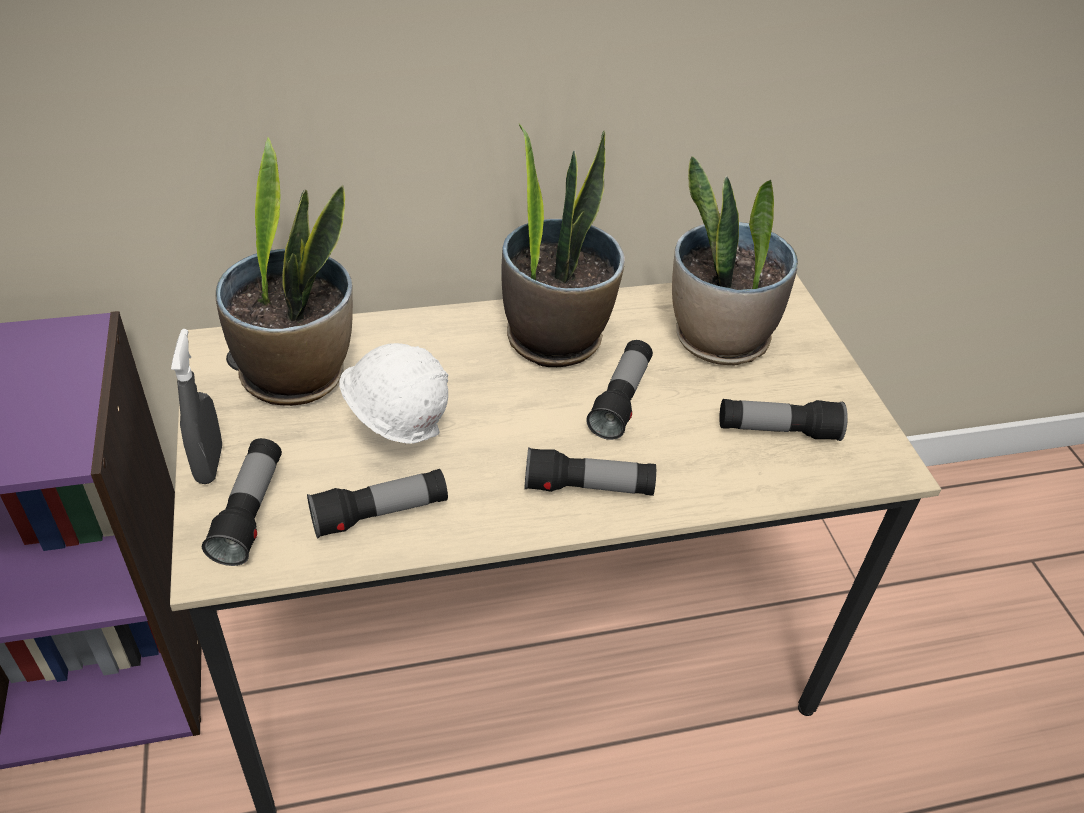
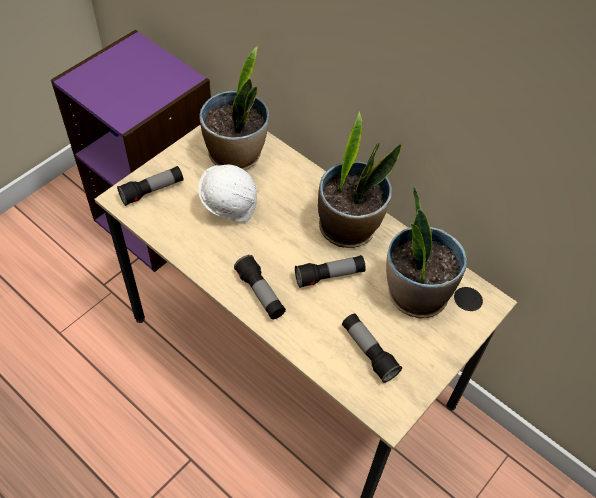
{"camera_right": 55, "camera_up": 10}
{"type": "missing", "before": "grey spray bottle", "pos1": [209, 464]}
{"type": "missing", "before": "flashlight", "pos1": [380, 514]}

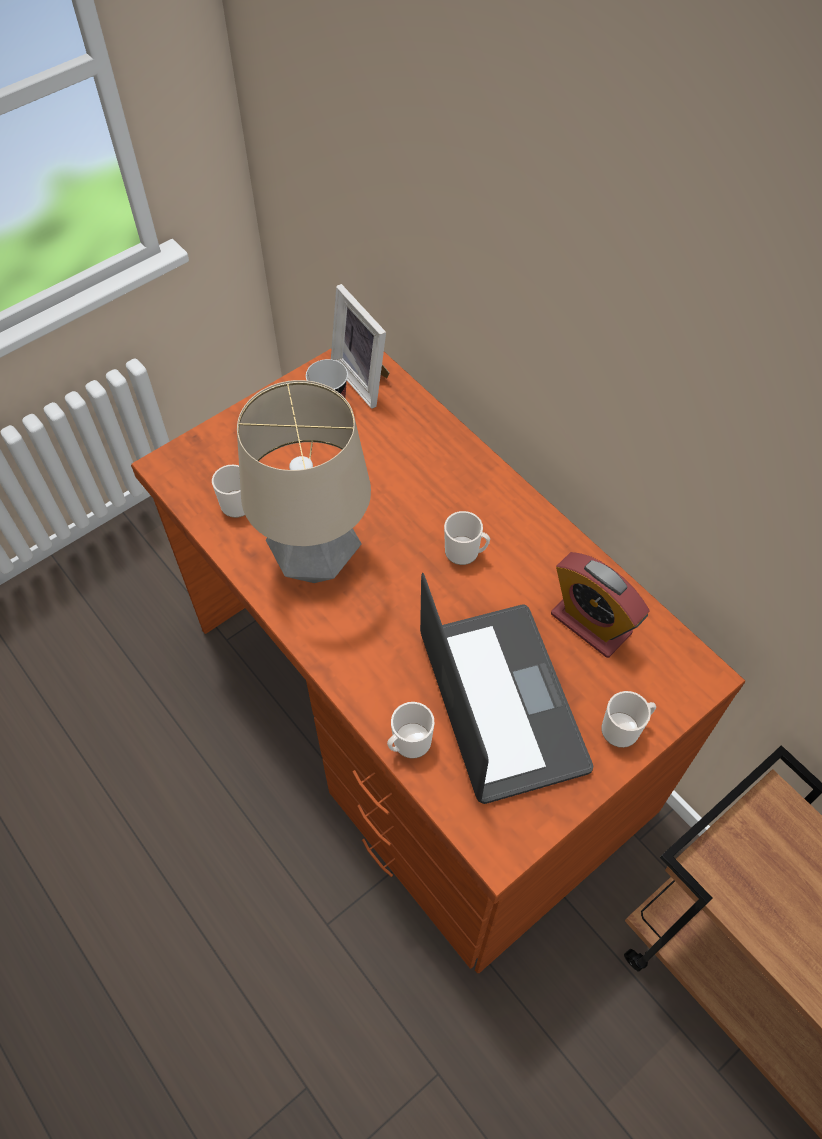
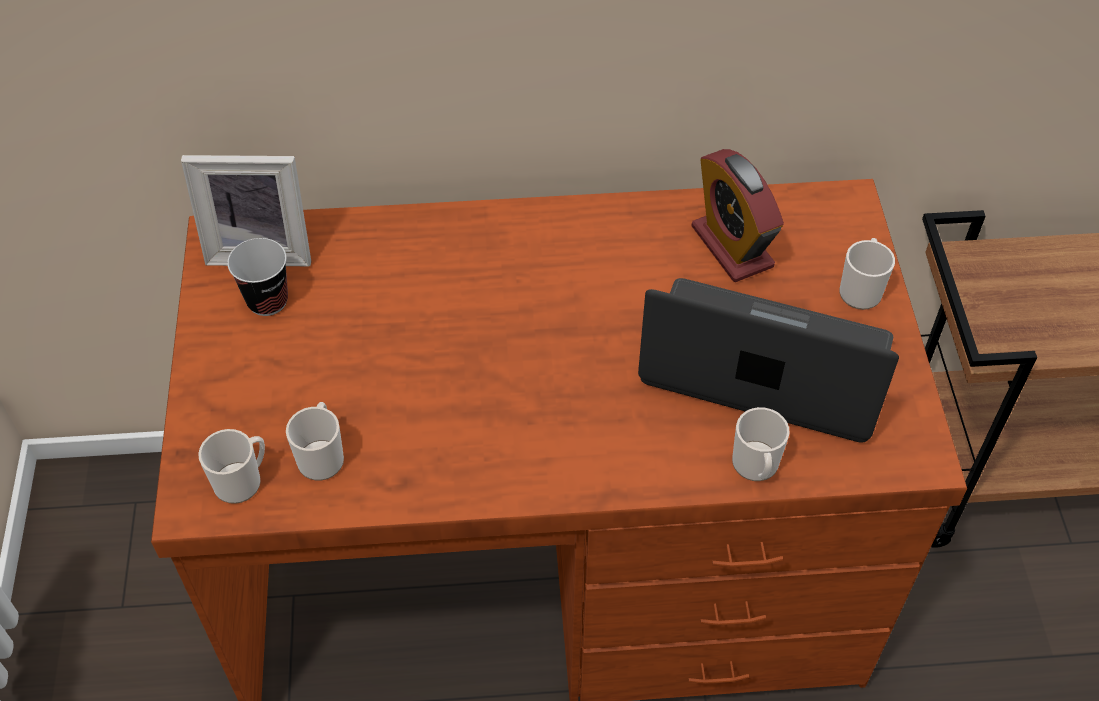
{"camera_right": -55, "camera_up": -5}
{"type": "relocated", "before": "mug", "pos1": [465, 552], "pos2": [242, 481]}
{"type": "spun", "before": "alarm clock", "pos1": [590, 623], "pos2": [732, 246], "turn": 75}
{"type": "missing", "before": "table lamp", "pos1": [316, 561]}

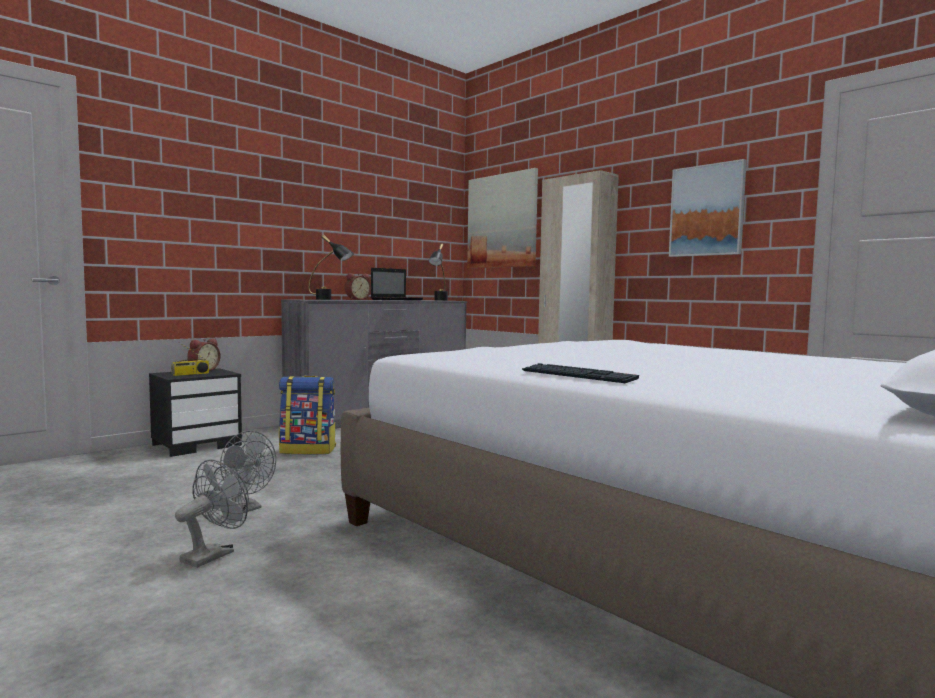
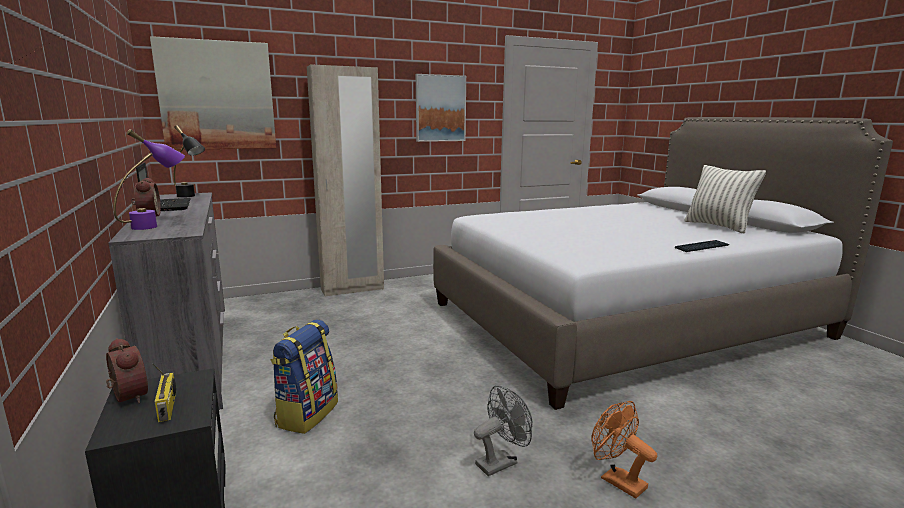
{"camera_right": -70, "camera_up": 10}
{"type": "colour", "before": "black table lamp", "after": "purple table lamp", "pos1": [330, 299], "pos2": [156, 225]}
{"type": "colour", "before": "grey fan", "after": "orange fan", "pos1": [213, 554], "pos2": [617, 480]}
{"type": "appeared", "after": "pillow", "pos2": [718, 226]}

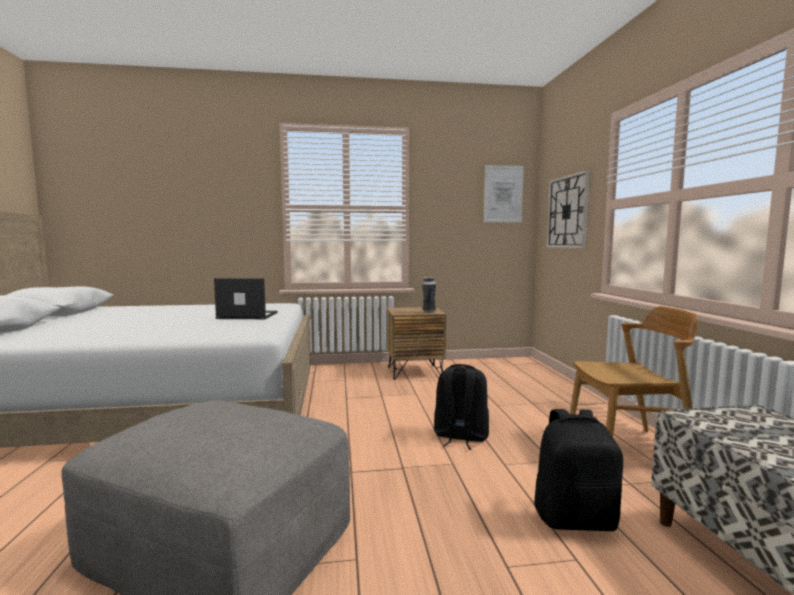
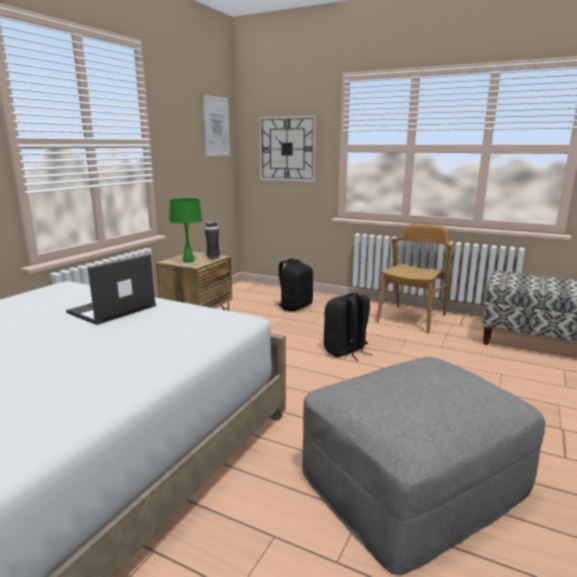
{"camera_right": -55, "camera_up": 10}
{"type": "appeared", "after": "green table lamp", "pos2": [188, 261]}
{"type": "relocated", "before": "black backpack", "pos1": [575, 518], "pos2": [295, 307]}

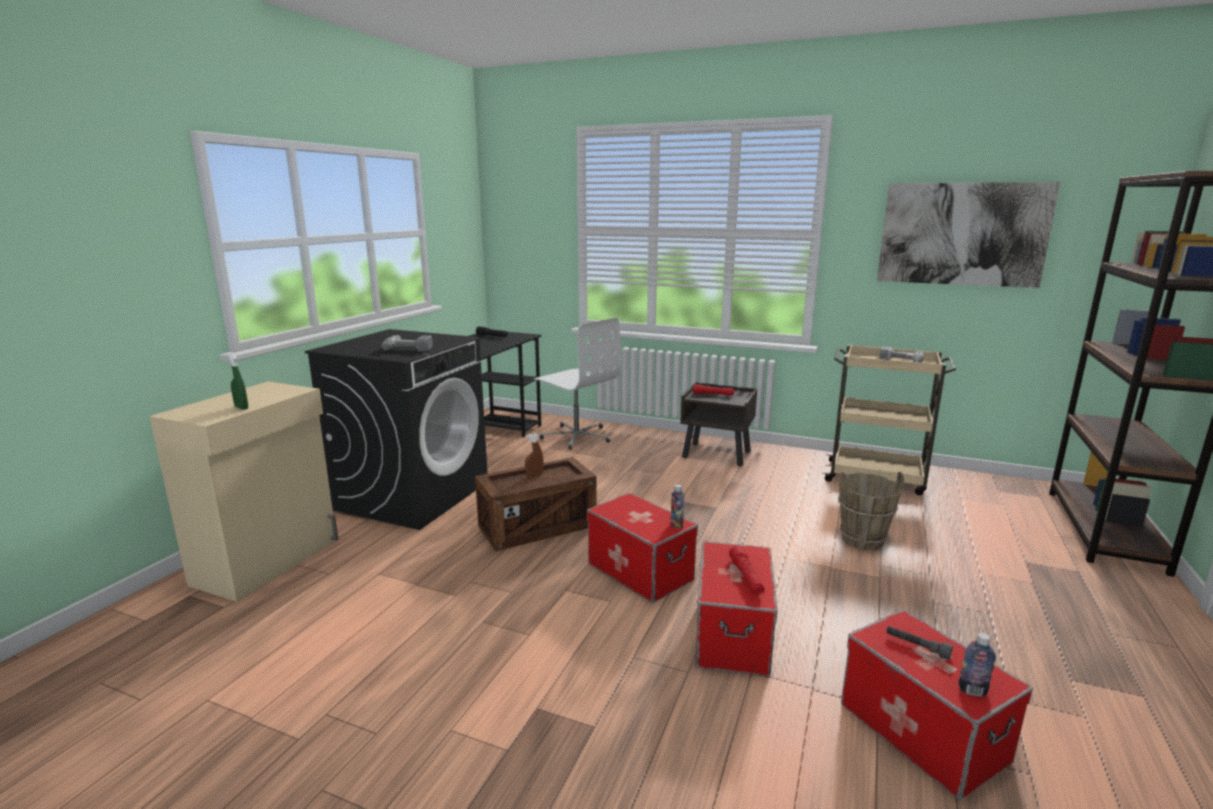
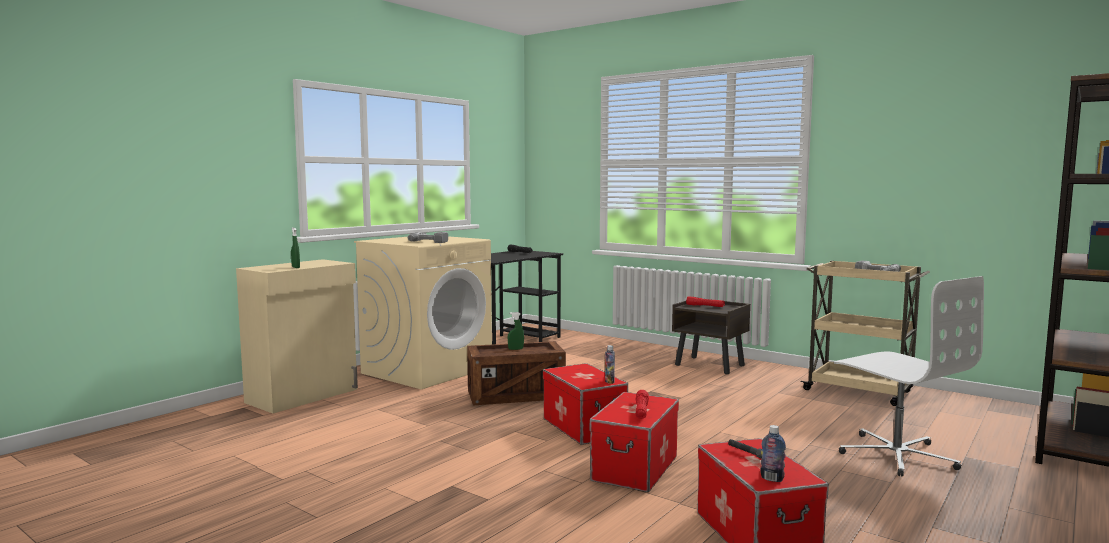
{"camera_right": 15, "camera_up": -10}
{"type": "colour", "before": "black washing machine", "after": "beige washing machine", "pos1": [412, 495], "pos2": [427, 370]}
{"type": "colour", "before": "brown spray bottle", "after": "green spray bottle", "pos1": [534, 475], "pos2": [515, 349]}
{"type": "relocated", "before": "white office chair", "pos1": [576, 436], "pos2": [896, 455]}
{"type": "missing", "before": "brown bucket", "pos1": [862, 539]}
{"type": "missing", "before": "picture", "pos1": [962, 234]}

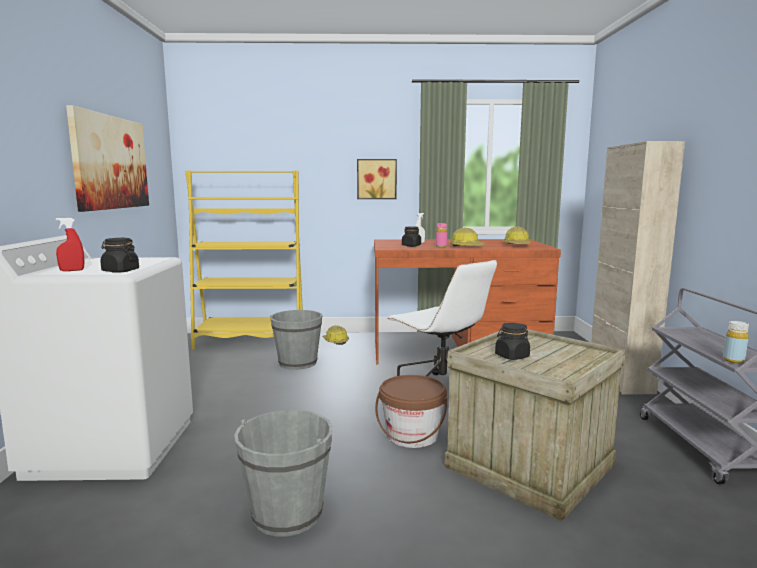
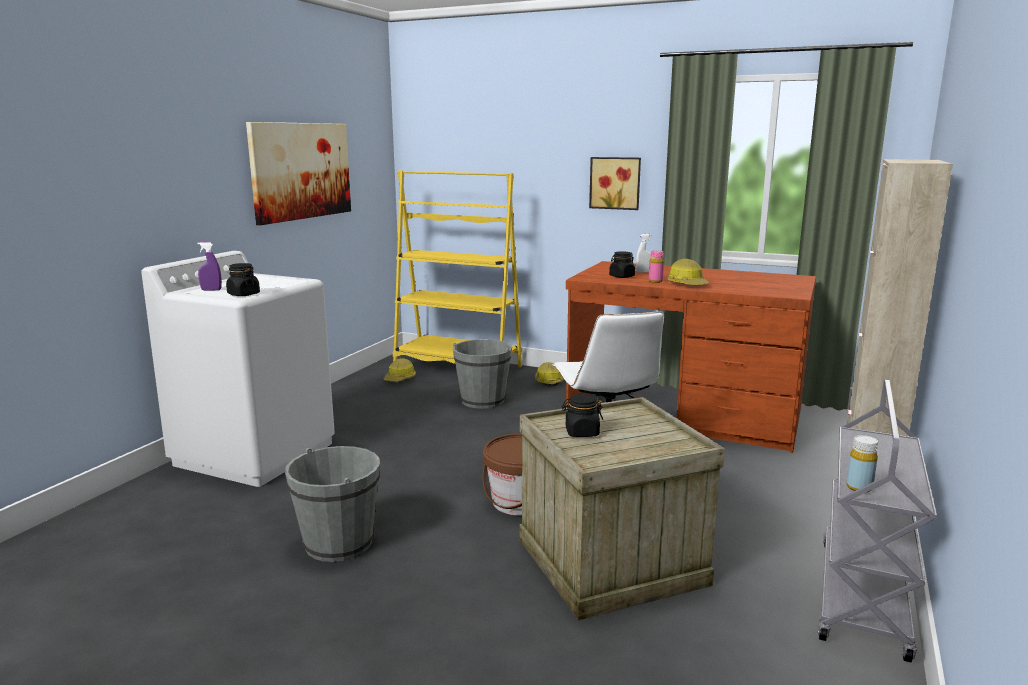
{"camera_right": 25, "camera_up": 5}
{"type": "colour", "before": "red spray bottle", "after": "purple spray bottle", "pos1": [72, 270], "pos2": [211, 290]}
{"type": "relocated", "before": "hard hat", "pos1": [517, 245], "pos2": [400, 379]}

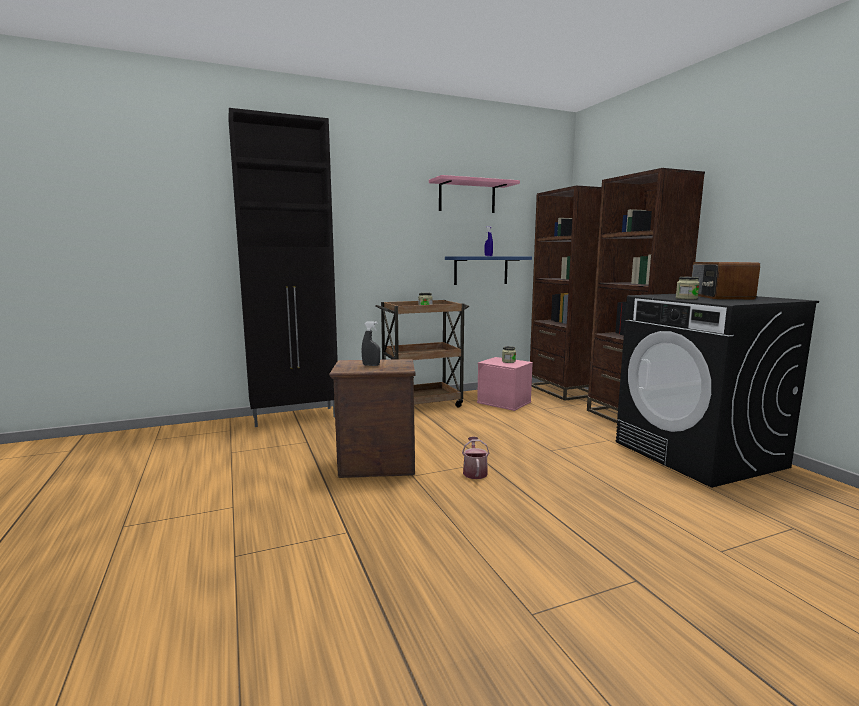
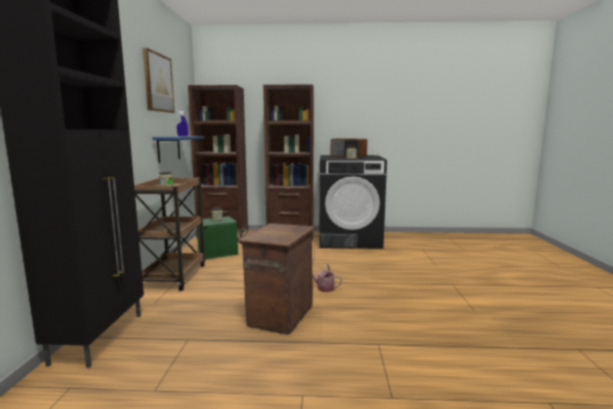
{"camera_right": -65, "camera_up": 0}
{"type": "exchanged", "before": "pink shelf", "after": "picture", "pos1": [467, 197], "pos2": [157, 83]}
{"type": "colour", "before": "pink storage box", "after": "green storage box", "pos1": [504, 402], "pos2": [218, 252]}
{"type": "missing", "before": "grey spray bottle", "pos1": [371, 365]}

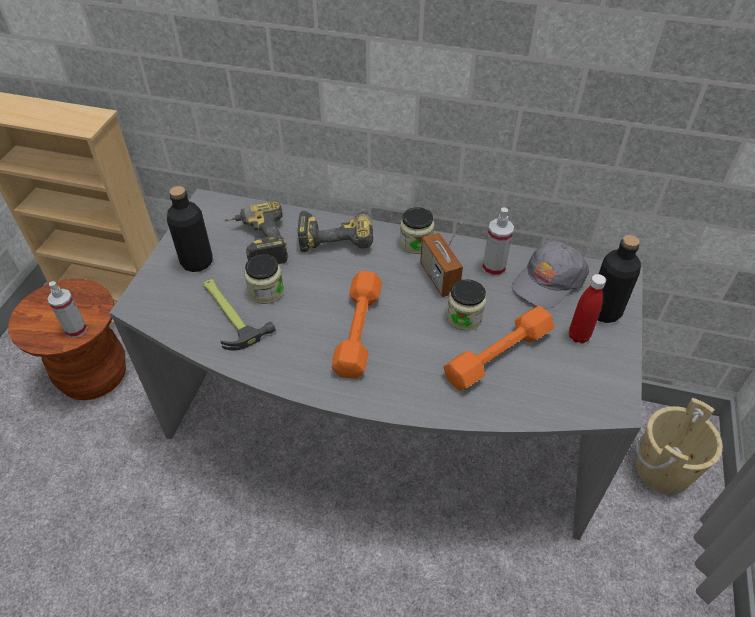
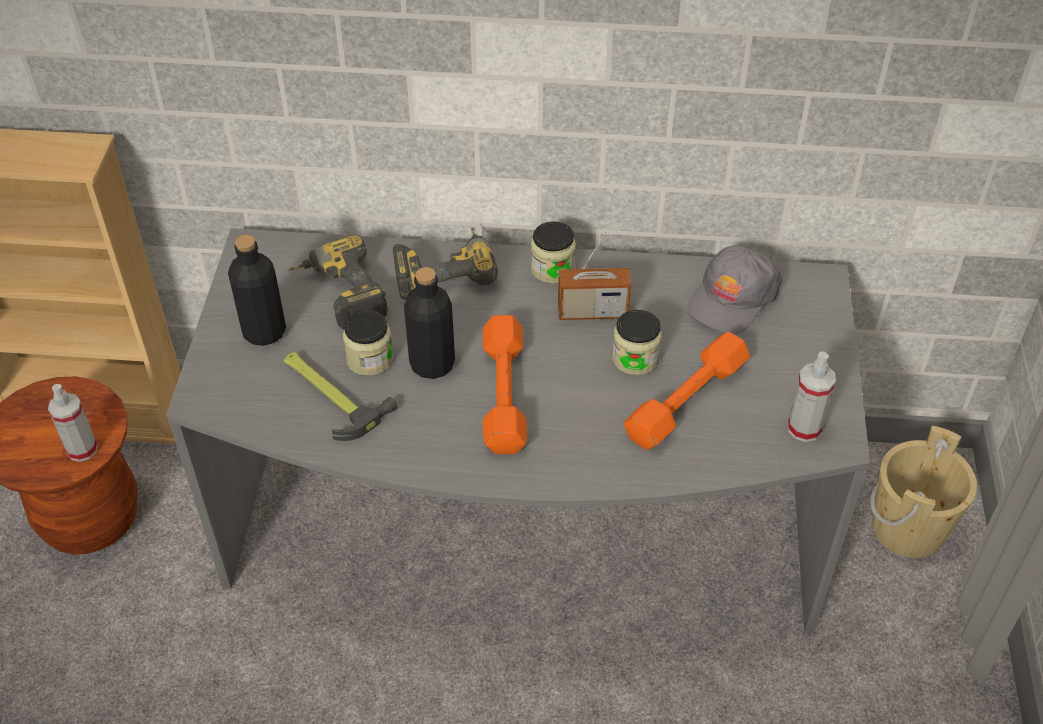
{"camera_right": -10, "camera_up": 0}
{"type": "relocated", "before": "black bottle", "pos1": [604, 311], "pos2": [432, 364]}
{"type": "spun", "before": "radio", "pos1": [439, 278], "pos2": [592, 312], "turn": -60}
{"type": "relocated", "before": "spray bottle", "pos1": [493, 268], "pos2": [804, 428]}
{"type": "missing", "before": "red bottle", "pos1": [578, 336]}

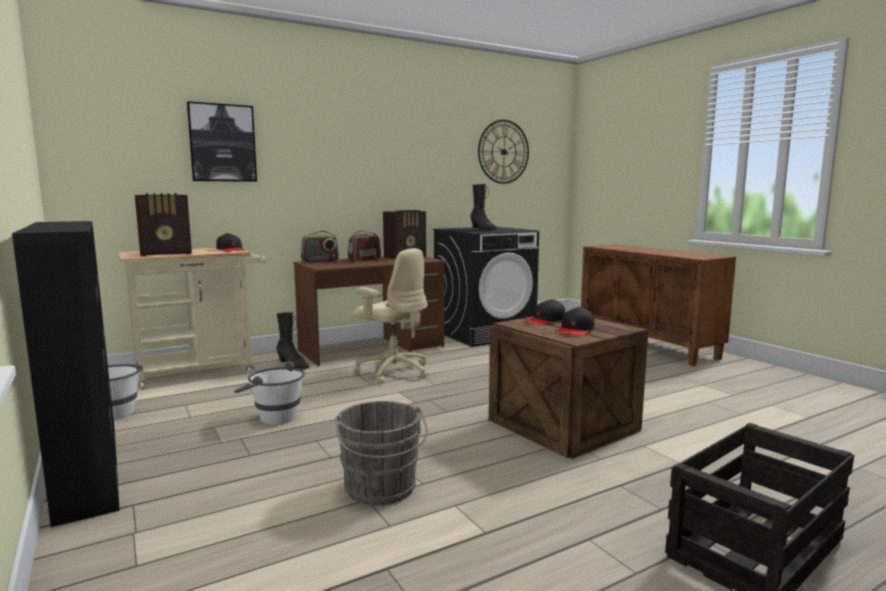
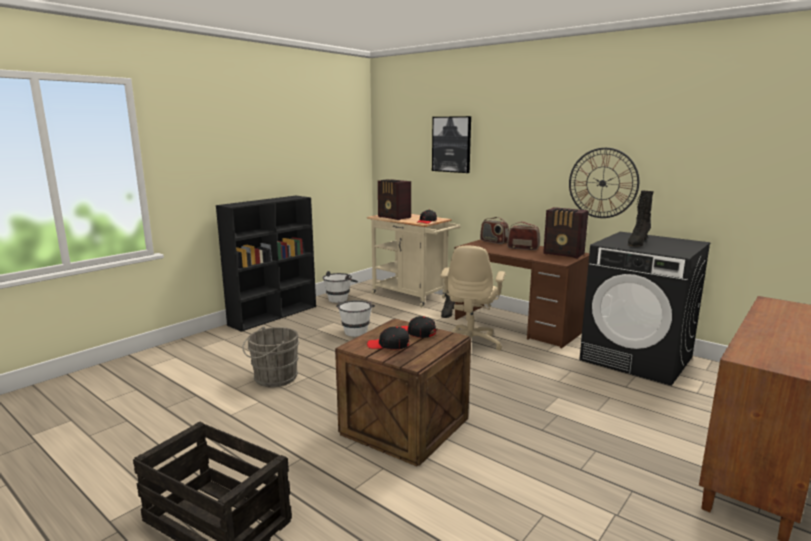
{"camera_right": 70, "camera_up": 5}
{"type": "relocated", "before": "wall clock", "pos1": [503, 152], "pos2": [602, 183]}

